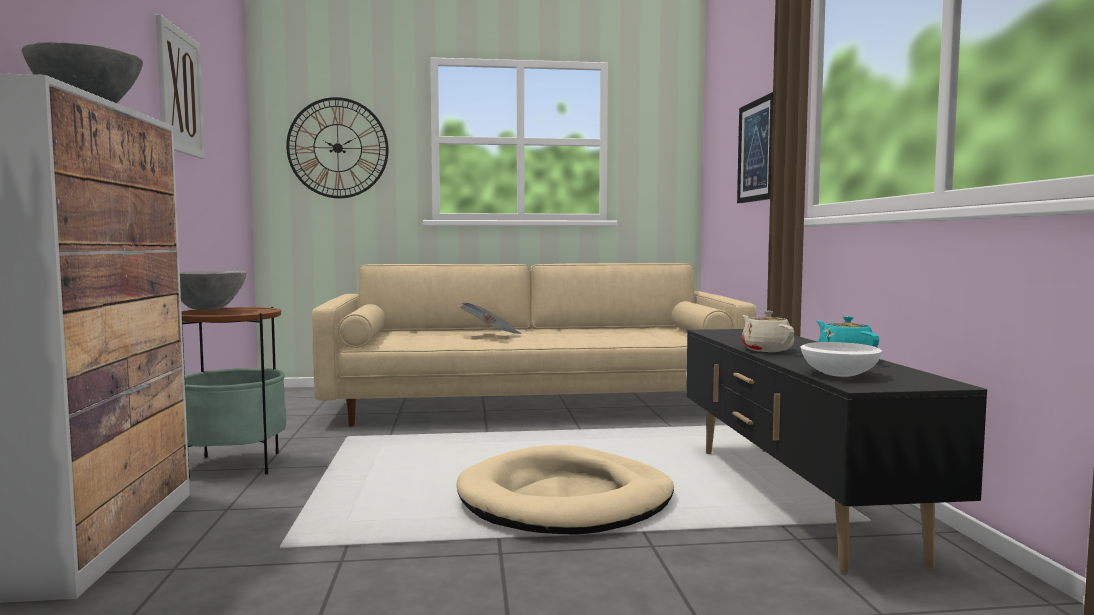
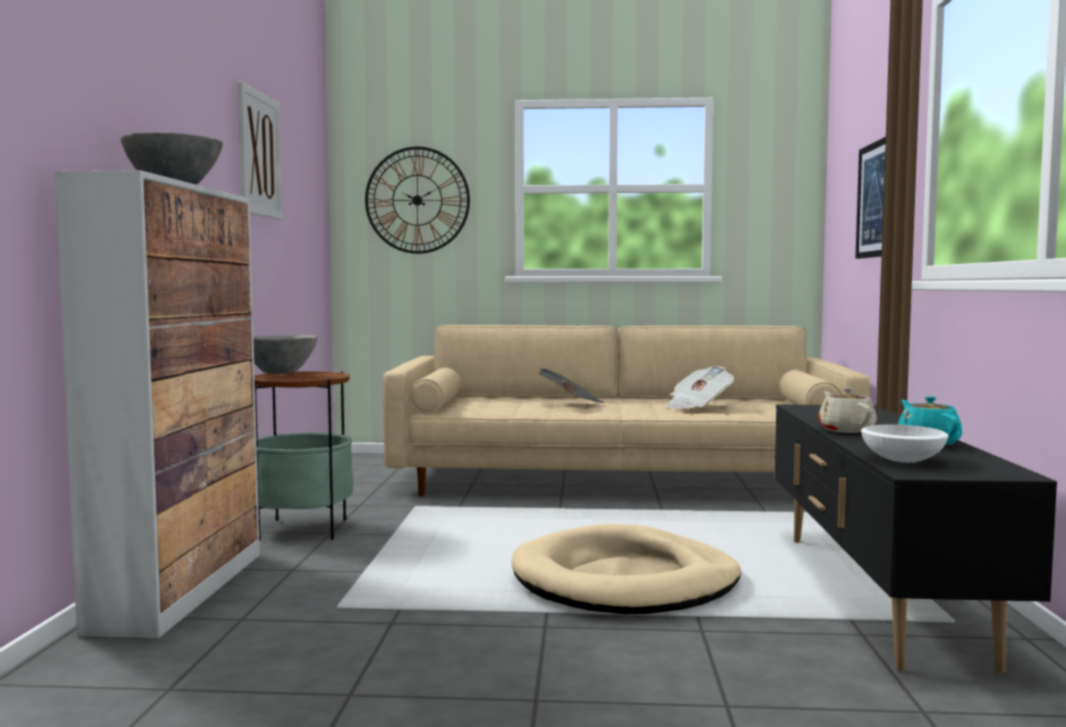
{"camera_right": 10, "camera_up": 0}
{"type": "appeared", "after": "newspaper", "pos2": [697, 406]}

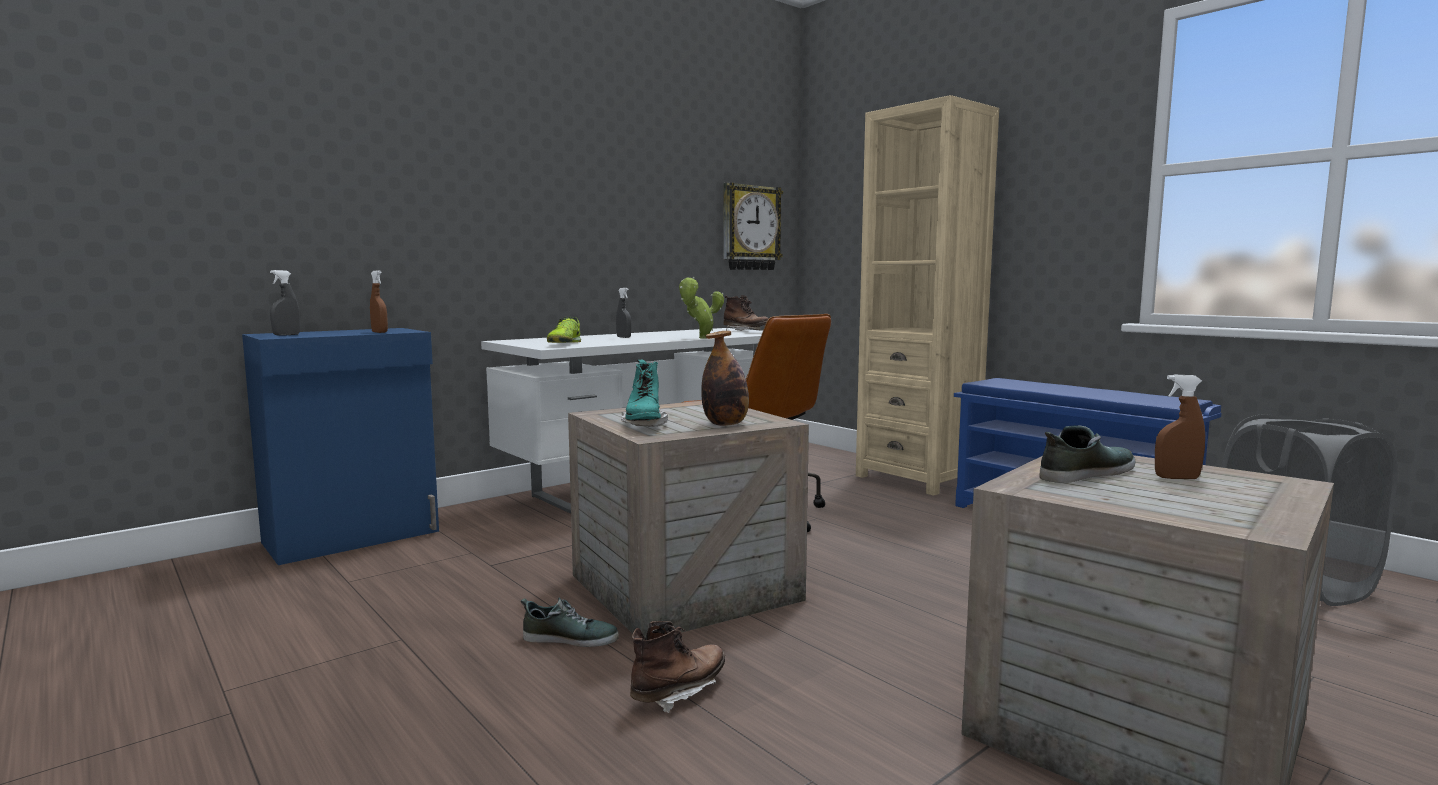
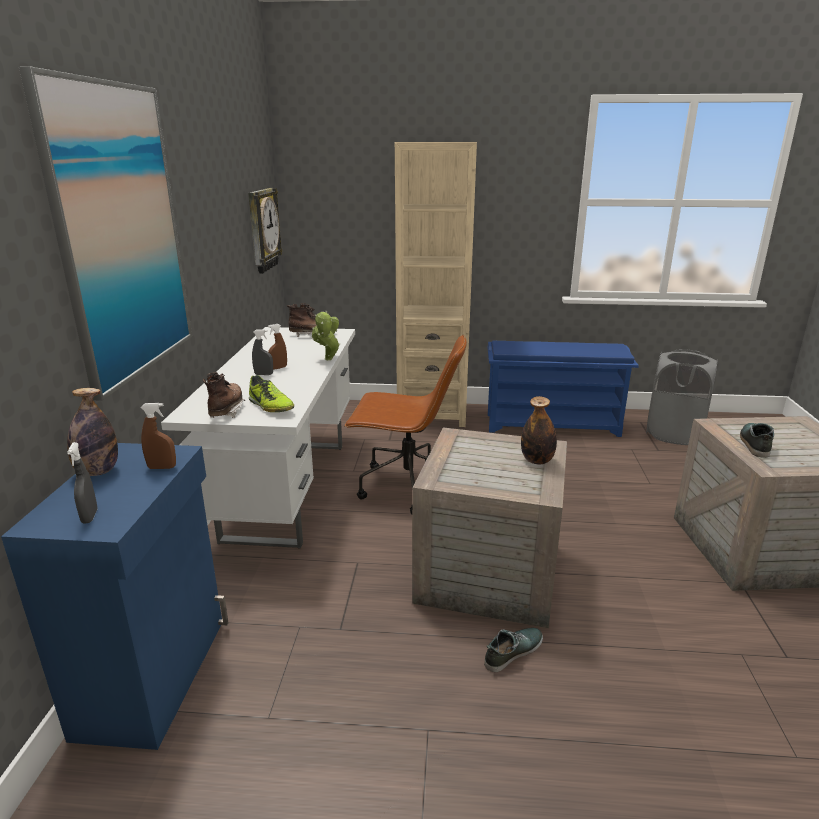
{"camera_right": -45, "camera_up": 15}
{"type": "appeared", "after": "picture", "pos2": [121, 234]}
{"type": "appeared", "after": "bottle", "pos2": [97, 472]}
{"type": "relocated", "before": "brown boot", "pos1": [679, 692], "pos2": [226, 410]}
{"type": "relocated", "before": "brown spray bottle", "pos1": [1176, 478], "pos2": [278, 368]}
{"type": "missing", "before": "turquoise boot", "pos1": [644, 425]}

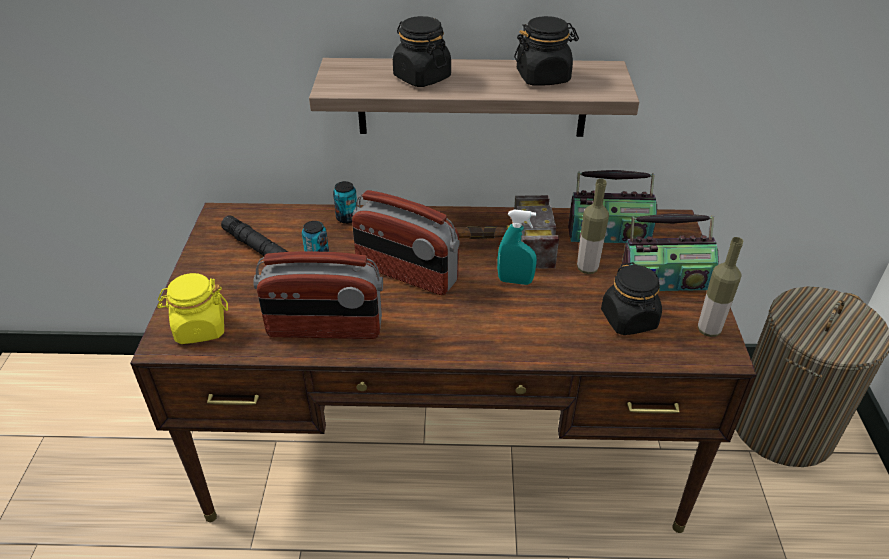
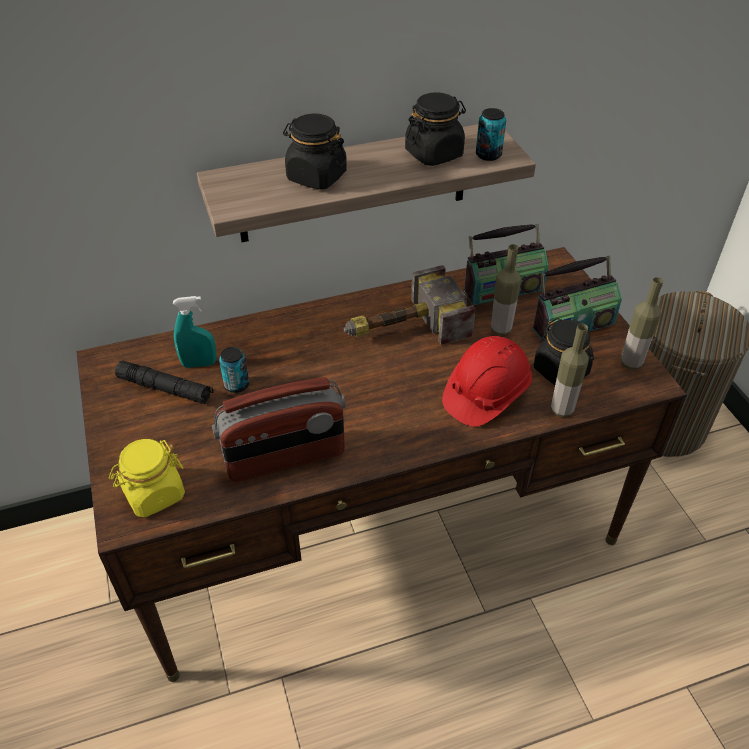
{"camera_right": -20, "camera_up": 5}
{"type": "relocated", "before": "turquoise spray bottle", "pos1": [515, 281], "pos2": [199, 364]}
{"type": "appeared", "after": "red hard hat", "pos2": [485, 394]}
{"type": "relocated", "before": "can", "pos1": [347, 218], "pos2": [488, 155]}
{"type": "appeared", "after": "bottle", "pos2": [562, 409]}
{"type": "missing", "before": "radio", "pos1": [406, 274]}

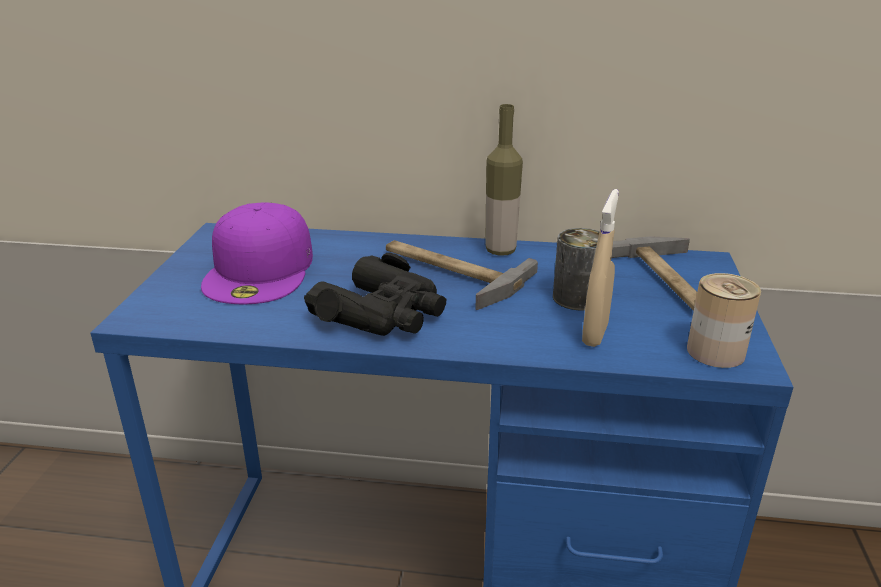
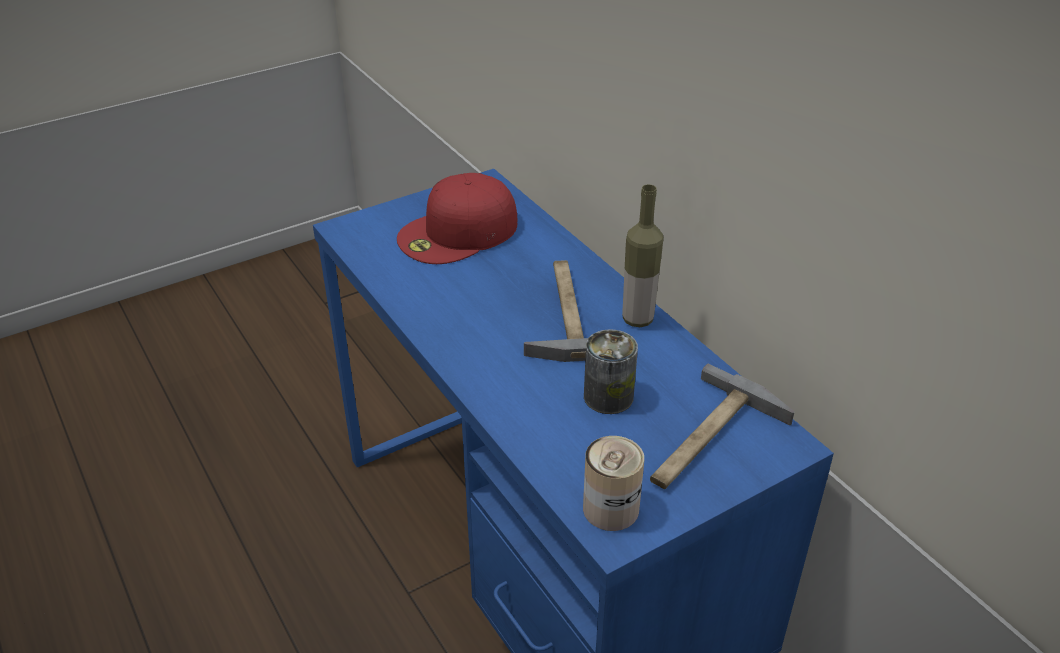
{"camera_right": 50, "camera_up": 10}
{"type": "colour", "before": "purple cap", "after": "red cap", "pos1": [261, 270], "pos2": [458, 233]}
{"type": "missing", "before": "black binoculars", "pos1": [383, 313]}
{"type": "missing", "before": "beige spray bottle", "pos1": [595, 334]}

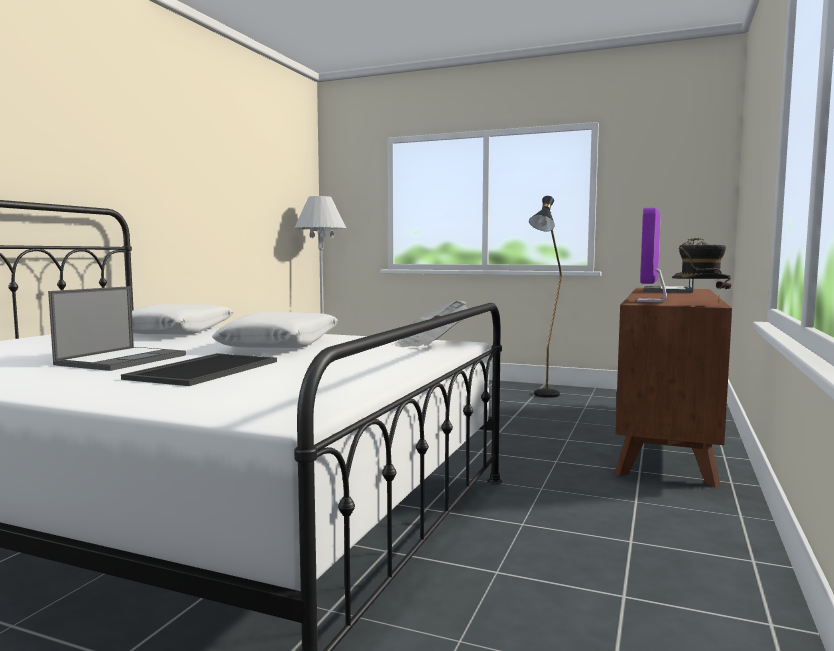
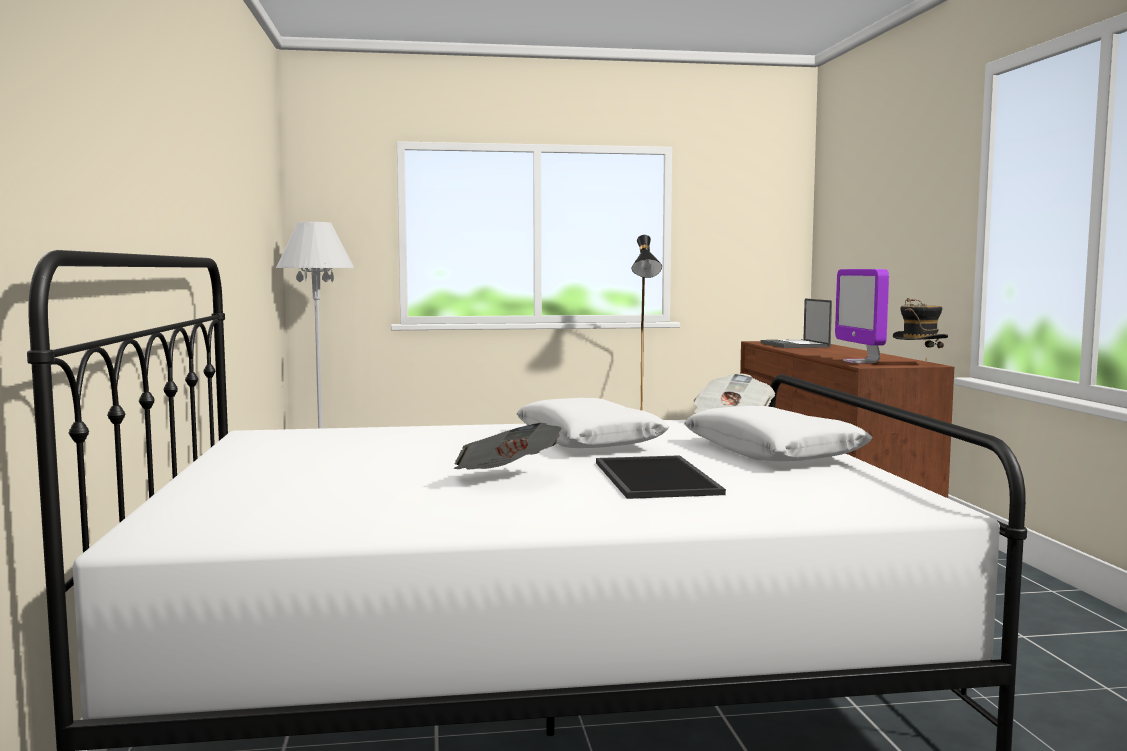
{"camera_right": -30, "camera_up": 0}
{"type": "exchanged", "before": "laptop", "after": "newspaper", "pos1": [123, 359], "pos2": [507, 478]}
{"type": "relocated", "before": "white pillow", "pos1": [178, 332], "pos2": [772, 452]}

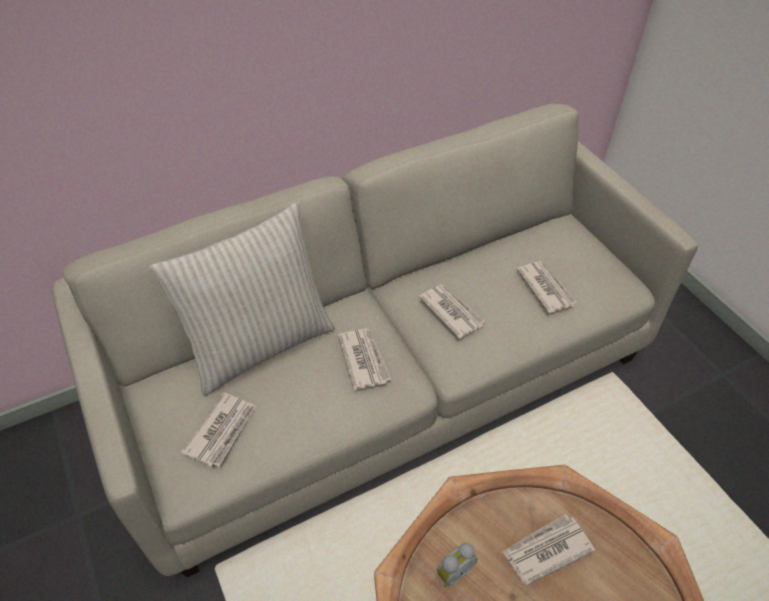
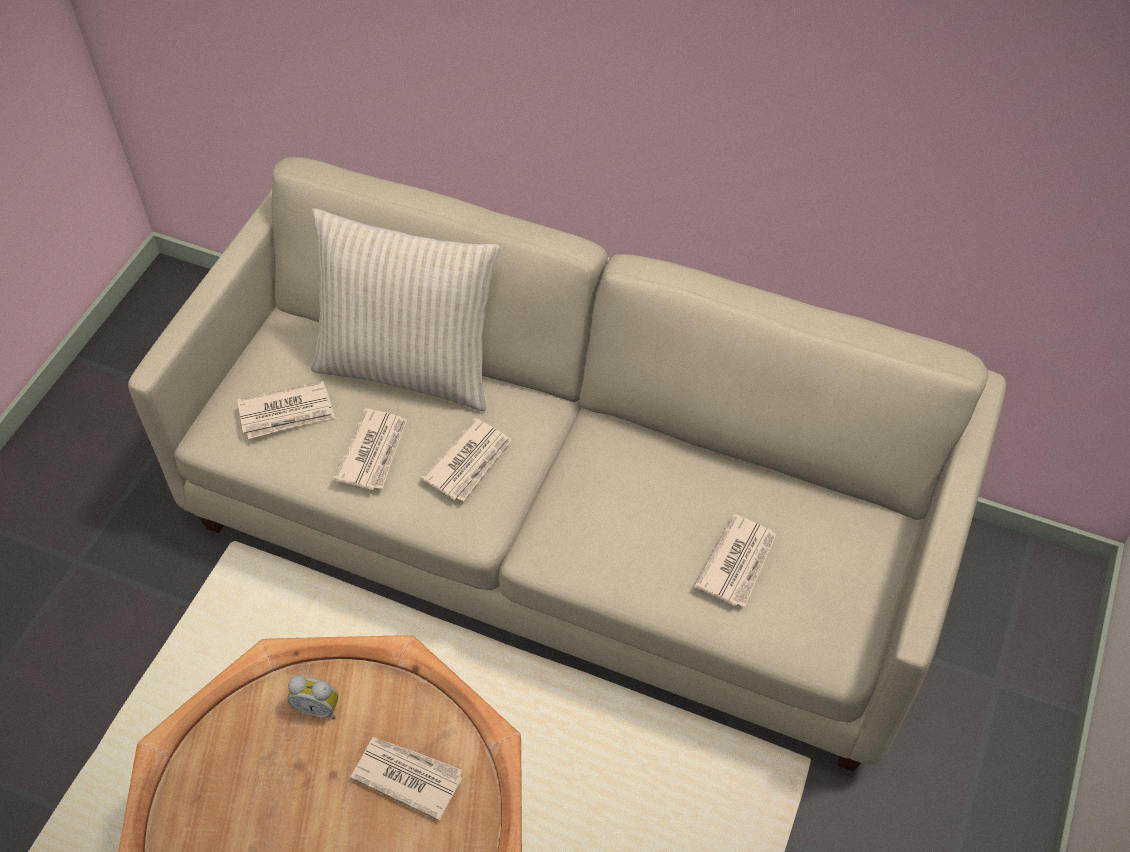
{"camera_right": 50, "camera_up": 5}
{"type": "relocated", "before": "newspaper", "pos1": [451, 311], "pos2": [373, 451]}

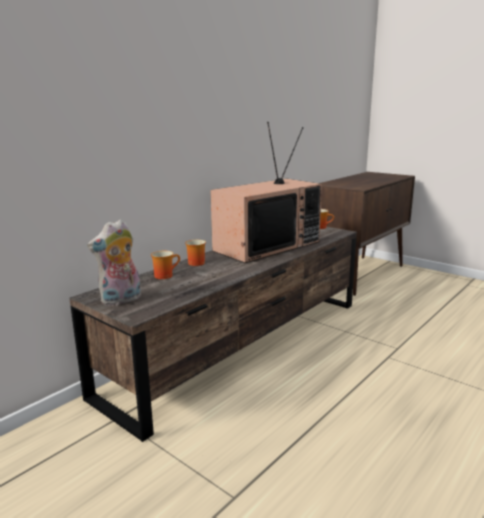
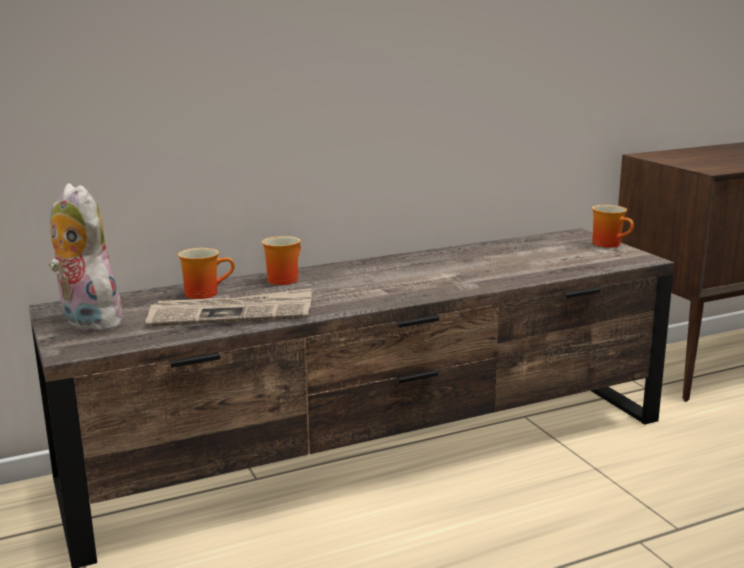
{"camera_right": 25, "camera_up": 0}
{"type": "spun", "before": "plush toy", "pos1": [121, 300], "pos2": [86, 322], "turn": 60}
{"type": "appeared", "after": "newspaper", "pos2": [232, 314]}
{"type": "missing", "before": "television", "pos1": [266, 246]}

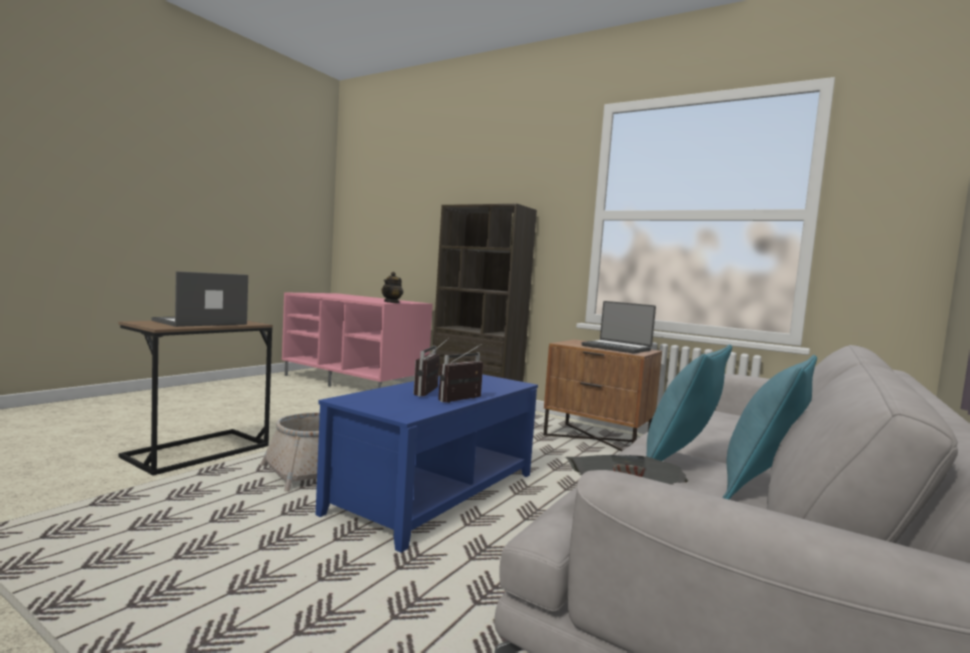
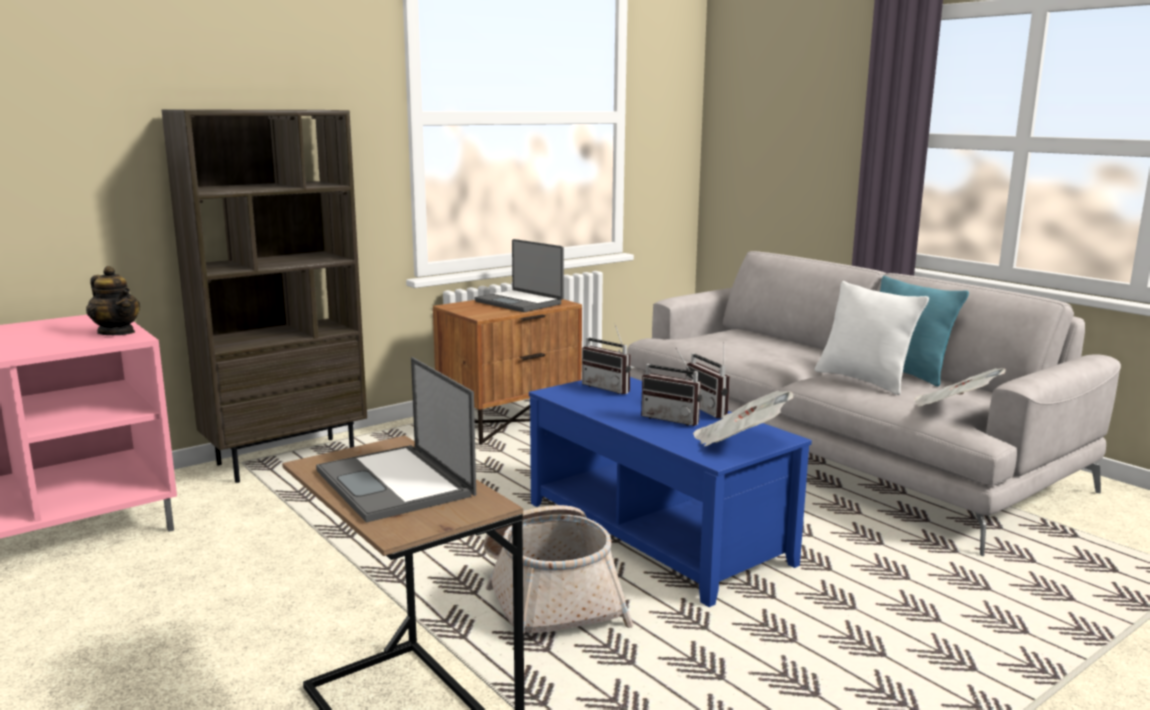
{"camera_right": -70, "camera_up": 10}
{"type": "spun", "before": "laptop", "pos1": [617, 348], "pos2": [520, 302], "turn": 75}
{"type": "appeared", "after": "radio", "pos2": [610, 388]}
{"type": "appeared", "after": "newspaper", "pos2": [738, 442]}
{"type": "colour", "before": "turquoise pillow", "after": "white pillow", "pos1": [680, 464], "pos2": [863, 380]}

